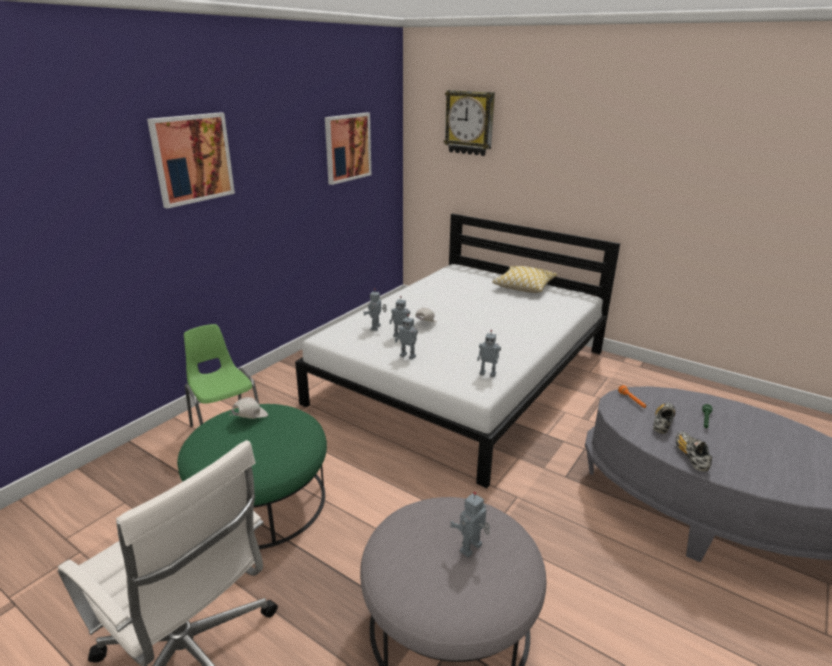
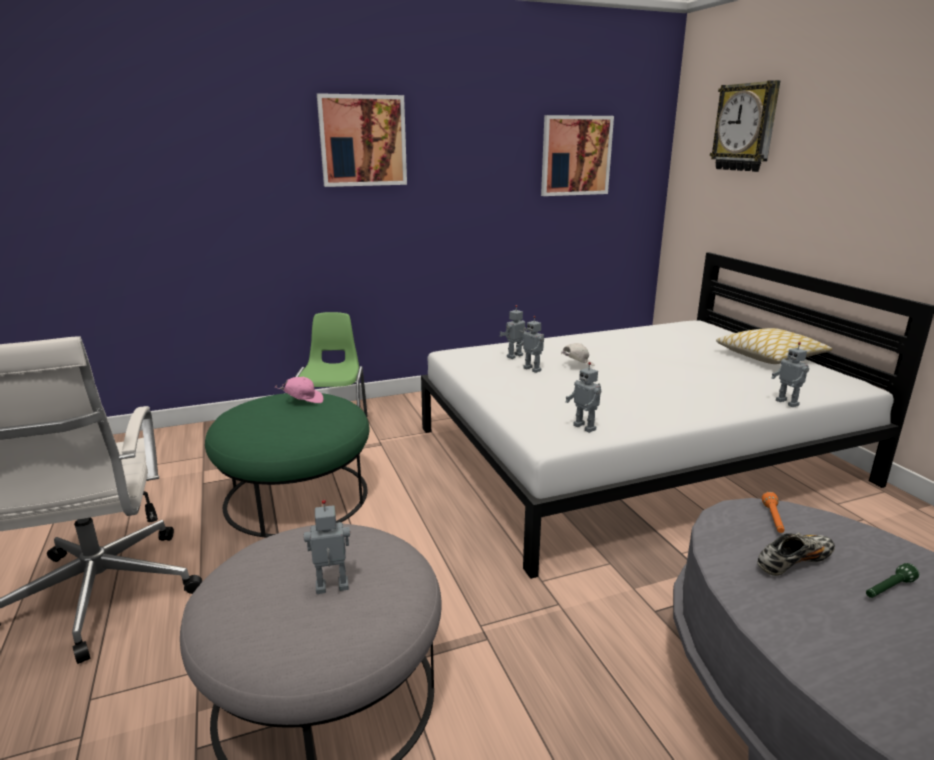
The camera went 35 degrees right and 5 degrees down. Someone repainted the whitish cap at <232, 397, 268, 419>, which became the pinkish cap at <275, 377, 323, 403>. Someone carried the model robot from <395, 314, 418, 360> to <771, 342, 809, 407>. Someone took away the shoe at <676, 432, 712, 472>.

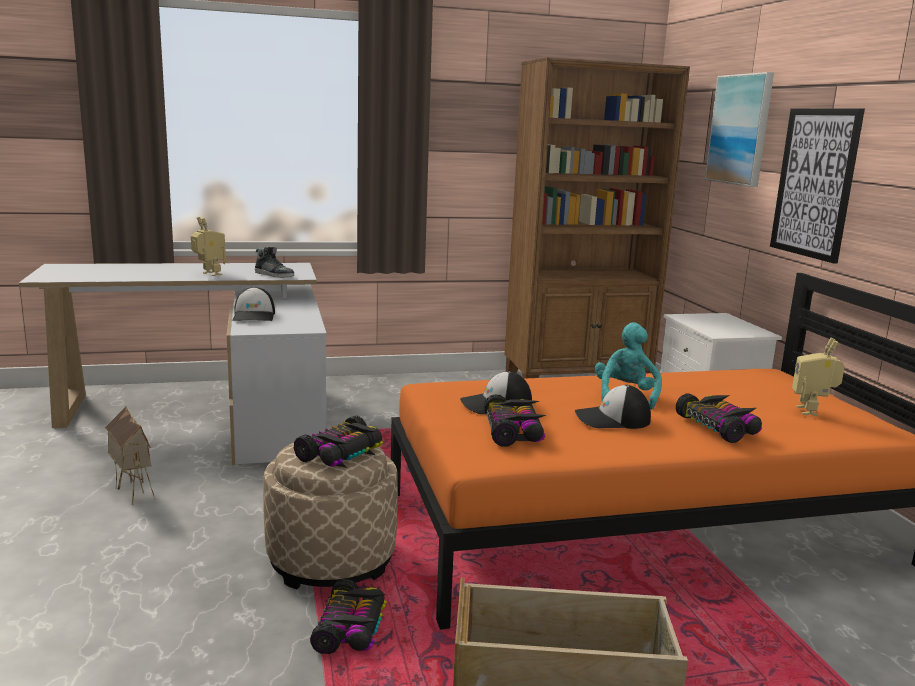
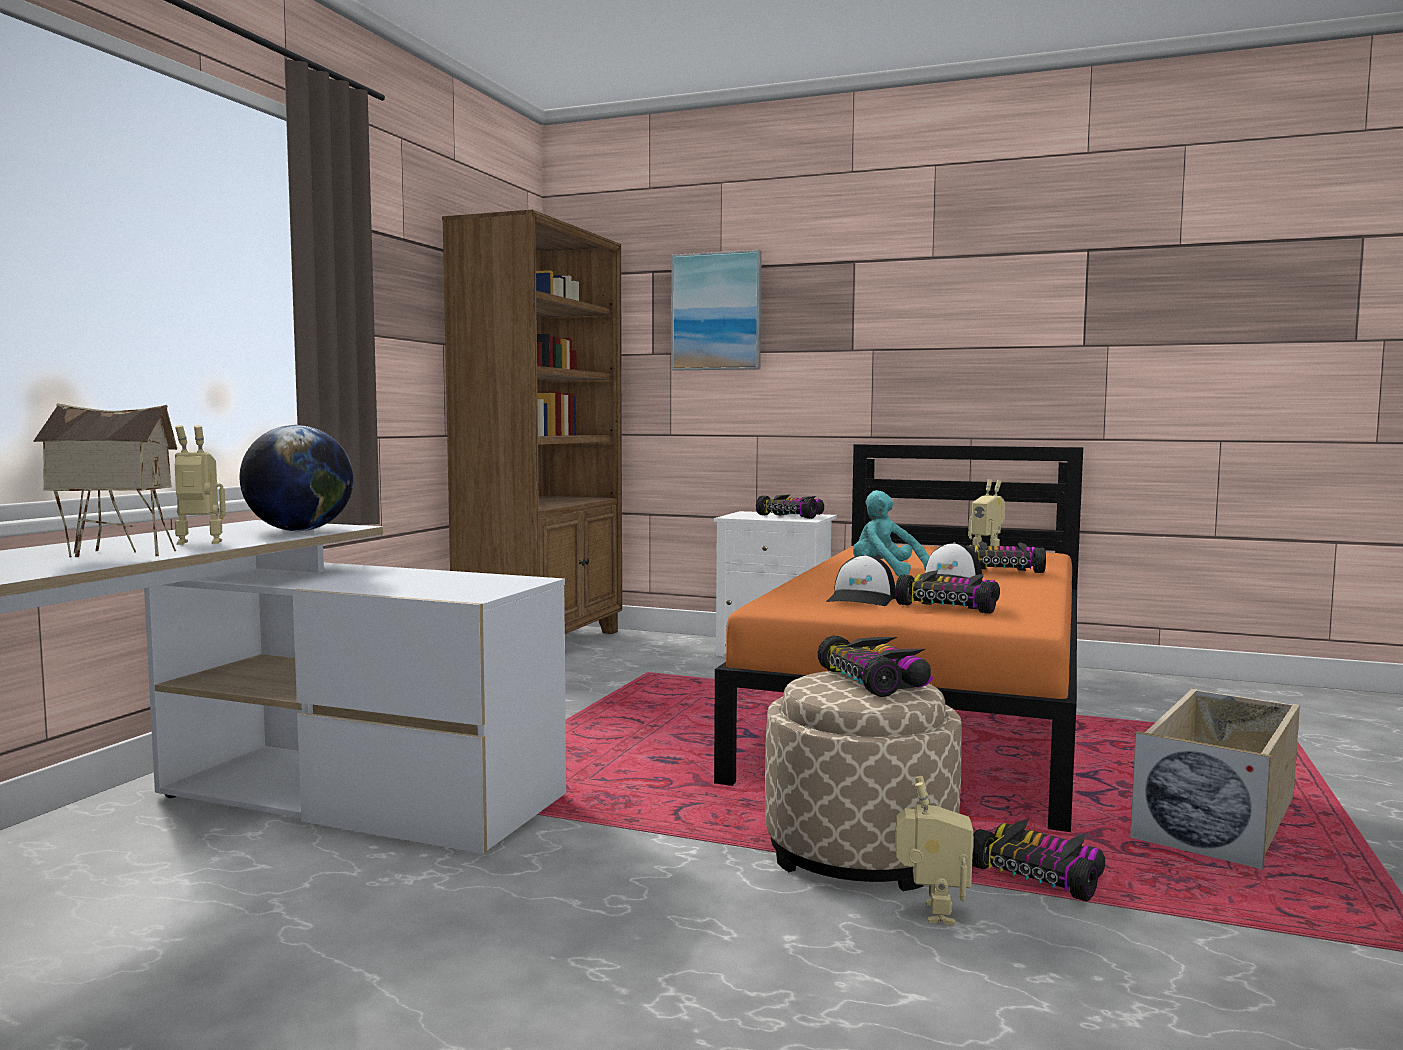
The camera went 55 degrees left and 10 degrees down. Someone carried the model house from <105, 405, 156, 505> to <33, 403, 177, 557>. Someone took away the cap at <233, 287, 275, 321>. Someone swapped the shoe at <255, 247, 294, 278> for the world globe at <240, 425, 354, 531>. Someone took away the picture at <770, 108, 865, 264>. Someone put down the model car at <756, 494, 824, 519>. Someone put down the model robot at <895, 776, 974, 925>.

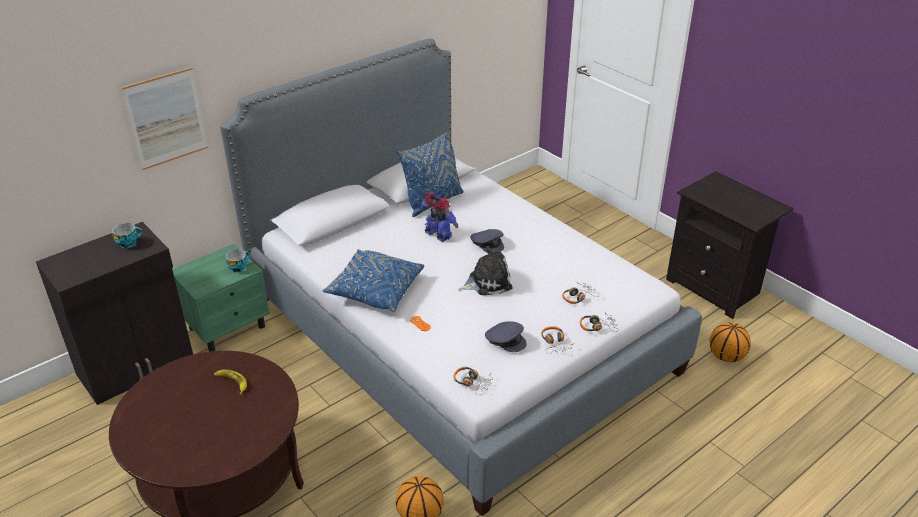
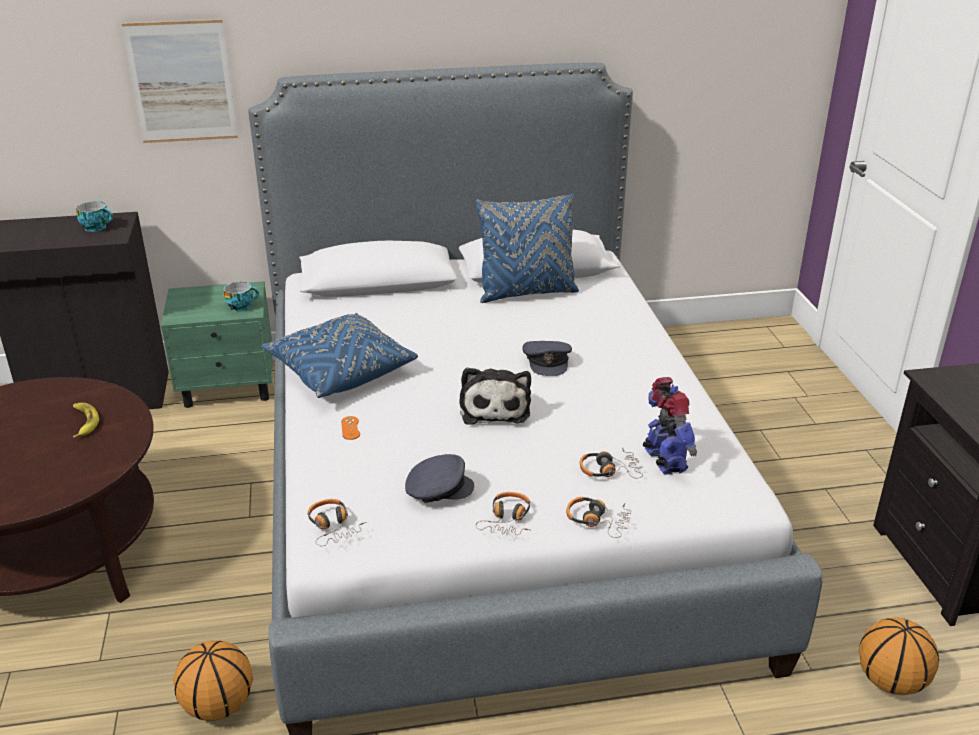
The camera went 30 degrees right and 5 degrees down. Someone carried the model robot from <421, 191, 458, 242> to <643, 377, 697, 475>. Someone rotated the soft toy at <458, 246, 513, 295> by 75 degrees clockwise. Someone rotated the grey cap at <485, 321, 527, 352> by 75 degrees counterclockwise.

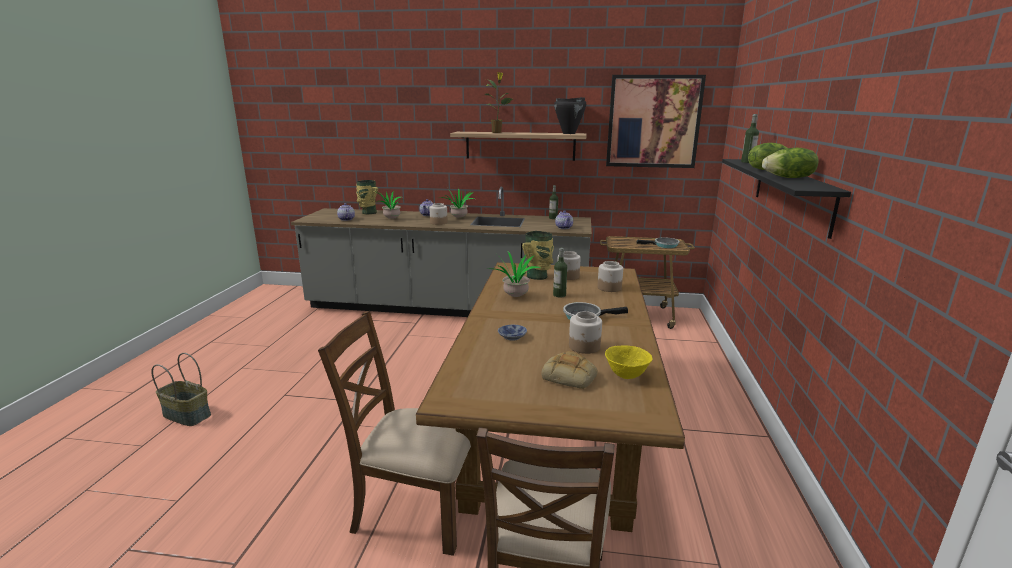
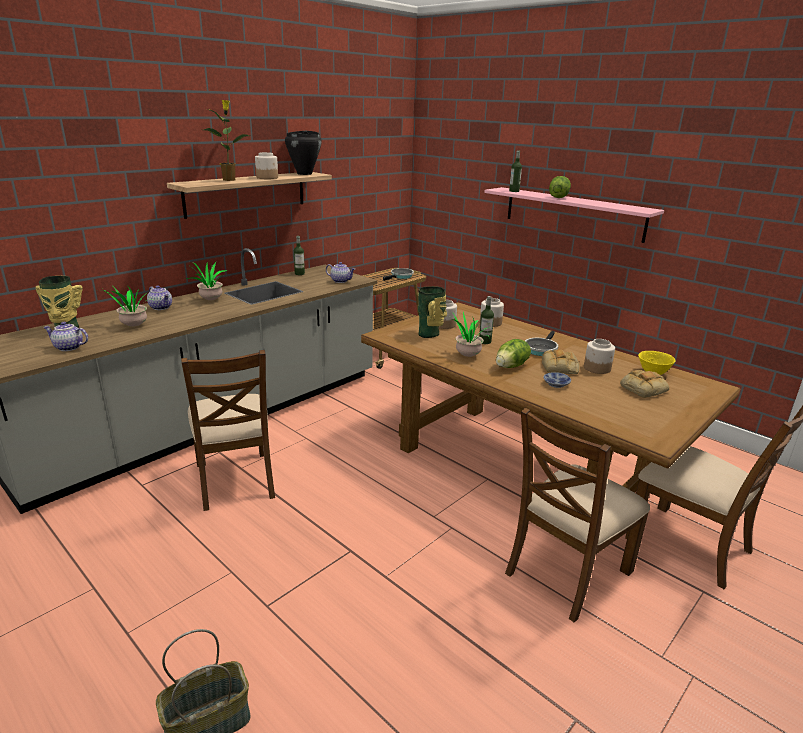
The camera went 55 degrees left and 5 degrees up. Someone carried the jar from <429, 203, 448, 225> to <255, 152, 278, 179>. Someone took away the picture at <606, 75, 706, 168>. Someone repainted the black bracket shelf at <722, 159, 851, 239>, which became the pinkish bracket shelf at <484, 187, 664, 243>. Someone carried the head of lettuce from <762, 148, 818, 178> to <496, 339, 531, 368>. Someone put down the brown plain chair at <181, 350, 275, 511>. Someone put down the baked bread at <542, 350, 580, 374>.

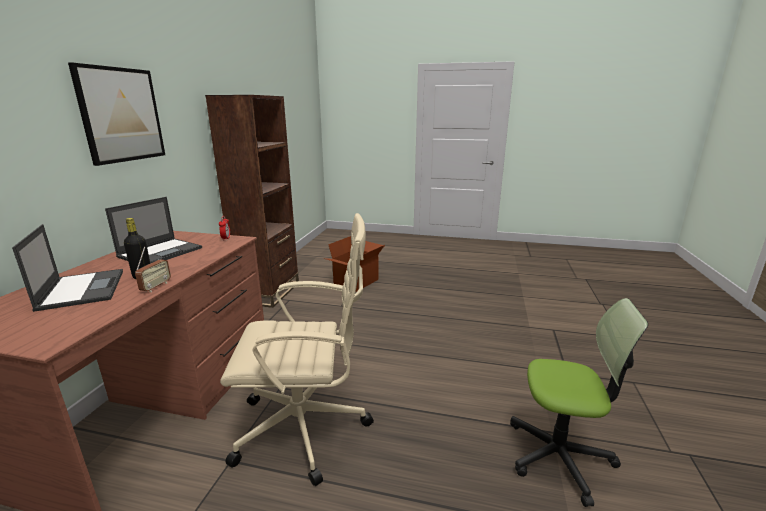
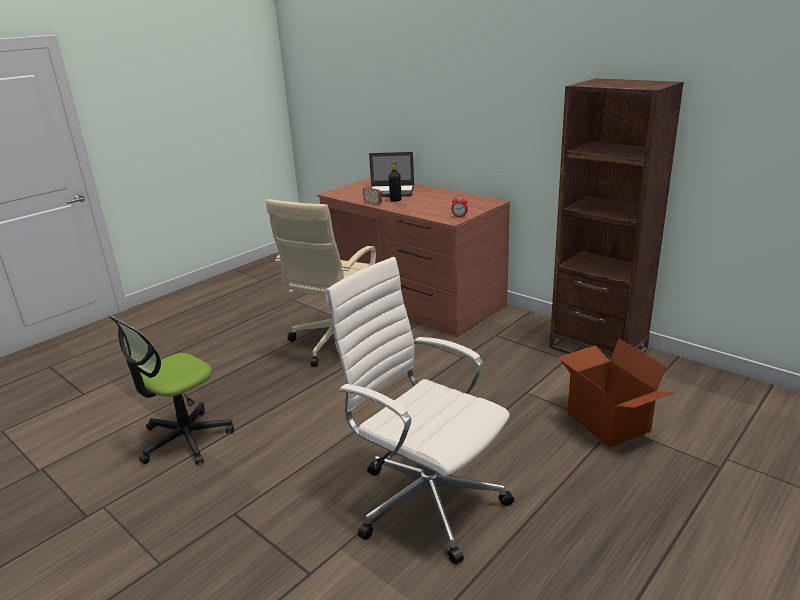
The camera went 120 degrees right and 5 degrees up. Someone took away the picture at <68, 63, 165, 166>. Someone took away the notebook computer at <105, 197, 202, 263>. Someone put down the whitish computer chair at <326, 257, 514, 565>.

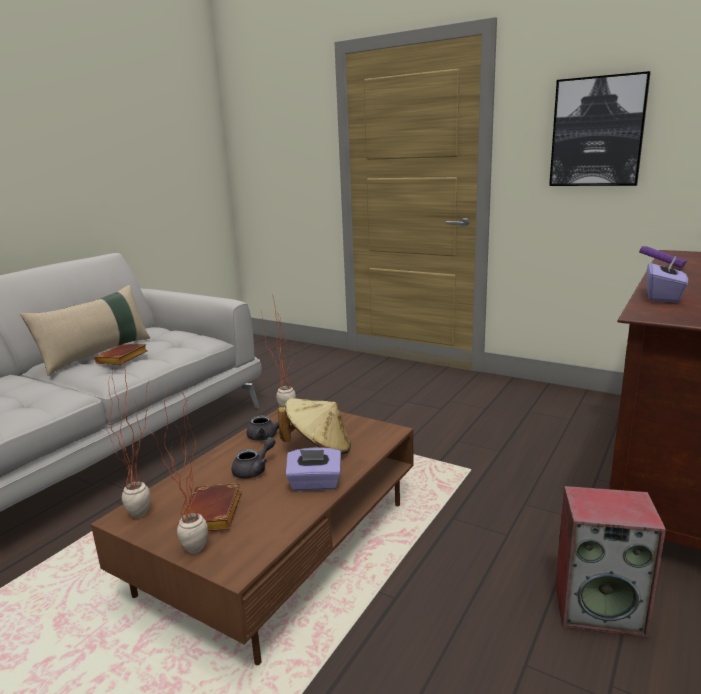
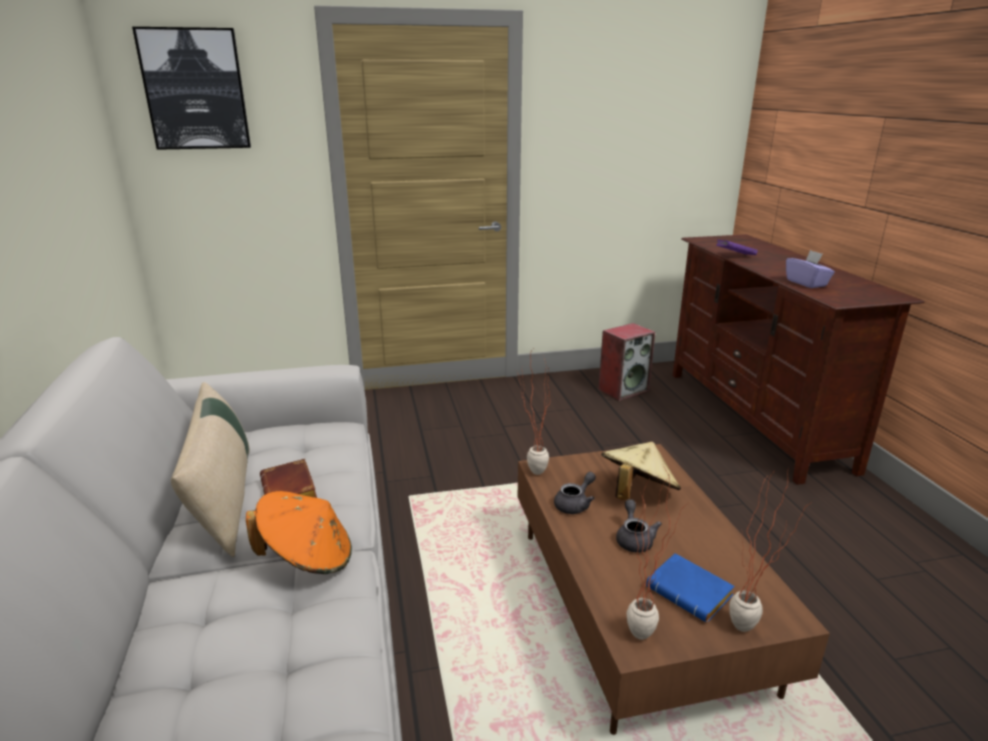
The camera went 45 degrees left and 5 degrees up. Someone repainted the brown volume at <181, 483, 242, 531>, which became the blue-coloured volume at <646, 553, 735, 623>. Someone took away the purple box of tissues at <285, 447, 341, 491>. Someone carried the picture from <549, 71, 651, 186> to <132, 27, 251, 150>. Someone carried the audio speaker from <555, 486, 666, 638> to <598, 323, 655, 401>. Someone put down the orange-coloured clothing hat at <246, 491, 352, 574>.

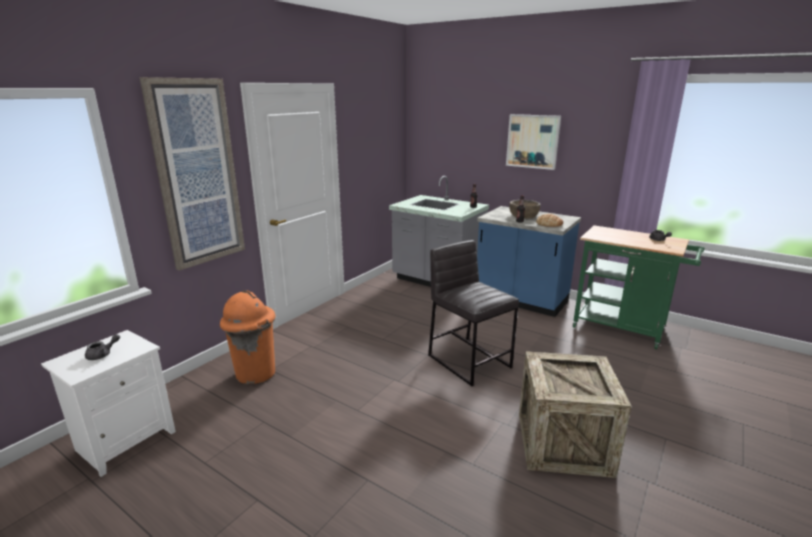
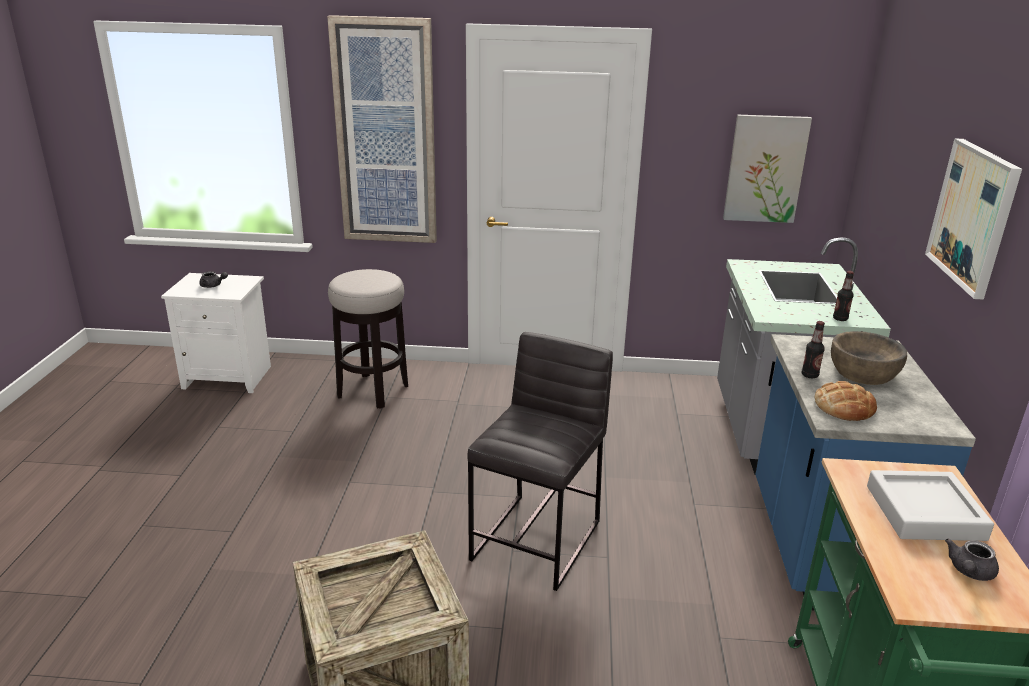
The camera went 60 degrees right and 5 degrees up. Someone swapped the orange-coloured trash can at <220, 290, 275, 384> for the stool at <328, 269, 408, 409>. Someone put up the picture at <723, 115, 812, 223>. Someone put down the grey tray at <867, 470, 994, 541>.

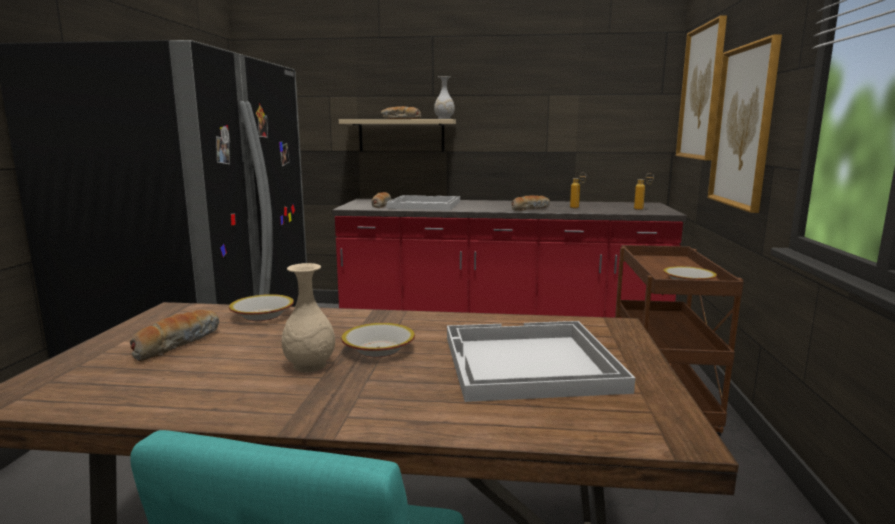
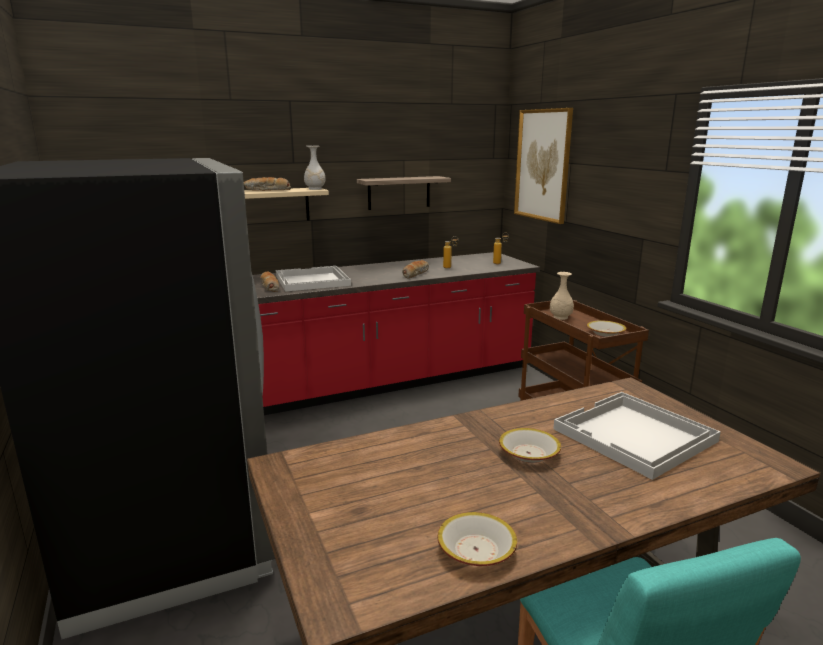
The camera went 30 degrees left and 5 degrees up. Someone took away the baked bread at <130, 310, 219, 362>. Someone carried the serving bowl from <229, 294, 294, 321> to <437, 512, 517, 566>. Someone carried the beige-coloured vase from <282, 263, 335, 372> to <550, 272, 574, 320>. Someone took away the picture at <708, 34, 782, 213>. Someone put up the bracket shelf at <357, 176, 451, 210>.

